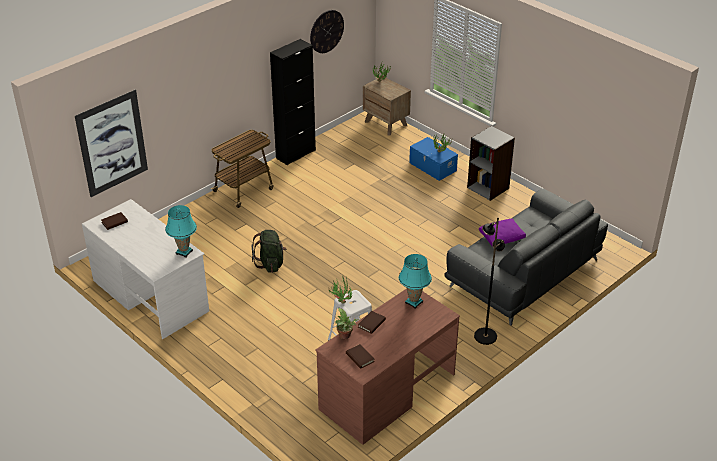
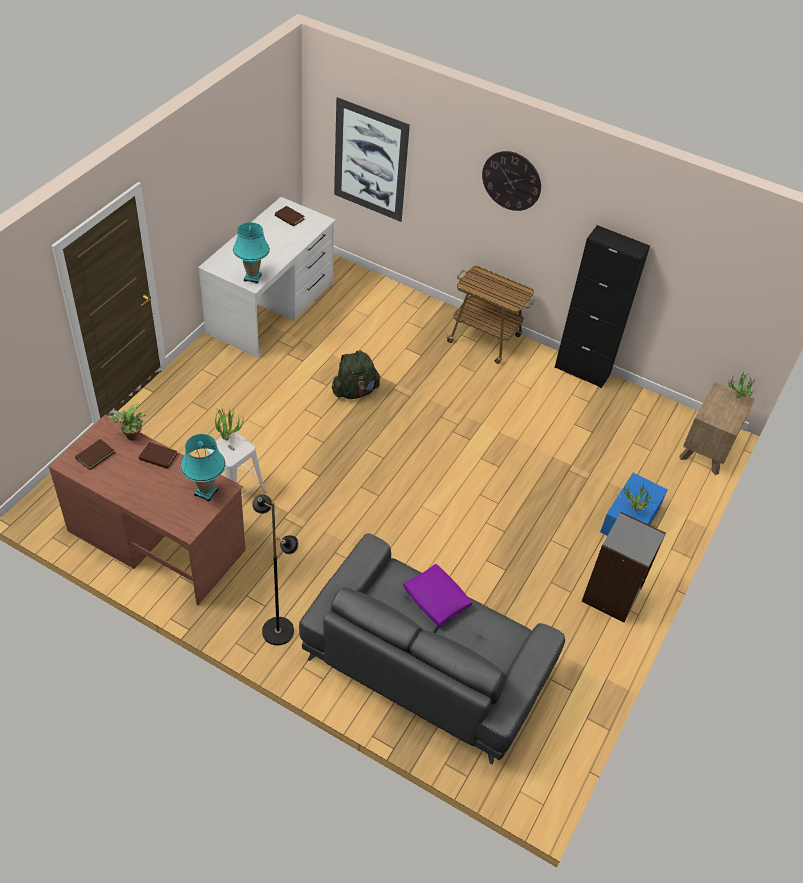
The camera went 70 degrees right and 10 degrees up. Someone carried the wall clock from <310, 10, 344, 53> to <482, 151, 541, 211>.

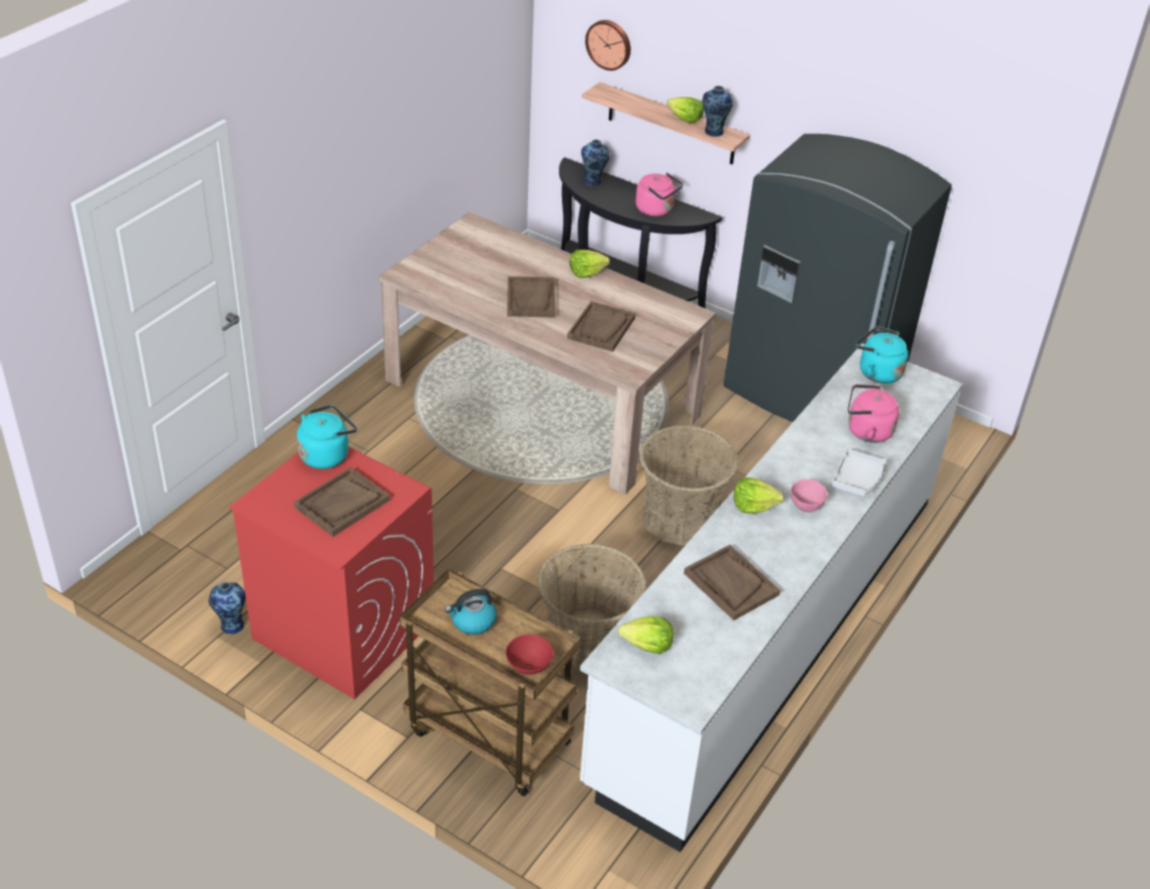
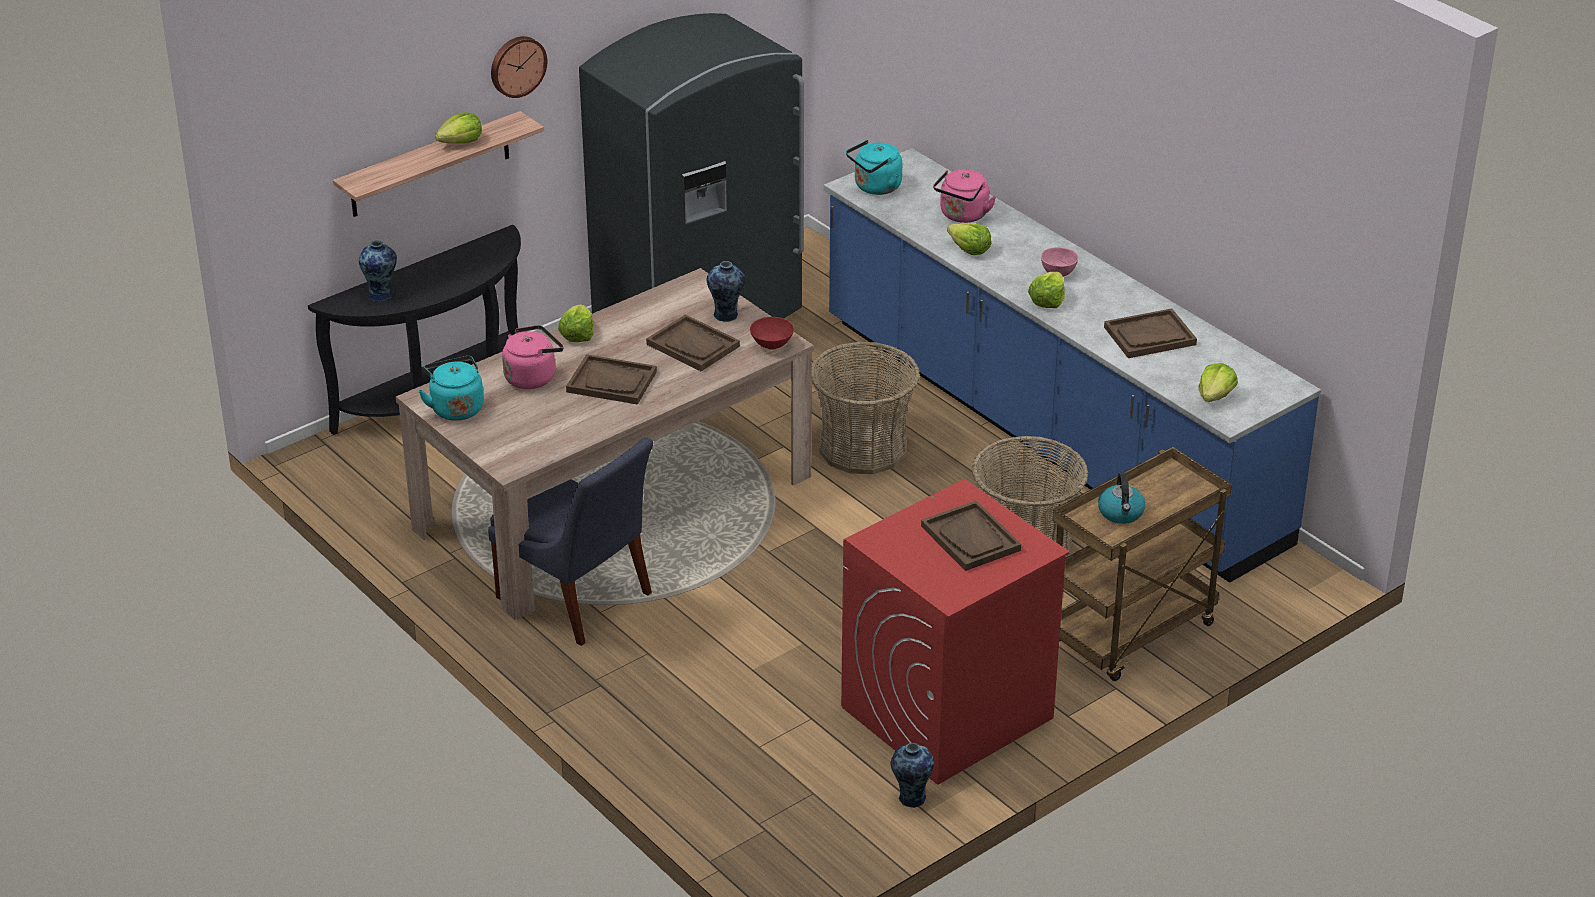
The camera went 70 degrees left and 5 degrees down. Someone carried the turquoise-coloured water kettle from <297, 405, 357, 469> to <418, 356, 484, 421>. Someone carried the red serving bowl from <506, 635, 554, 675> to <750, 317, 794, 350>. Someone repainted the whitish kitchen counter at <580, 344, 963, 852>, which became the blue-coloured kitchen counter at <824, 148, 1321, 583>. Someone carried the wall clock from <585, 20, 631, 71> to <491, 36, 547, 98>. Someone carried the pinkish water kettle from <636, 173, 683, 216> to <502, 325, 564, 389>. Someone carried the vase from <702, 86, 733, 137> to <707, 261, 745, 322>. Someone took away the grey tray at <831, 449, 887, 496>. Someone put down the blue-coloured plain chair at <488, 438, 653, 646>. Someone put down the head of lettuce at <947, 223, 991, 255>.

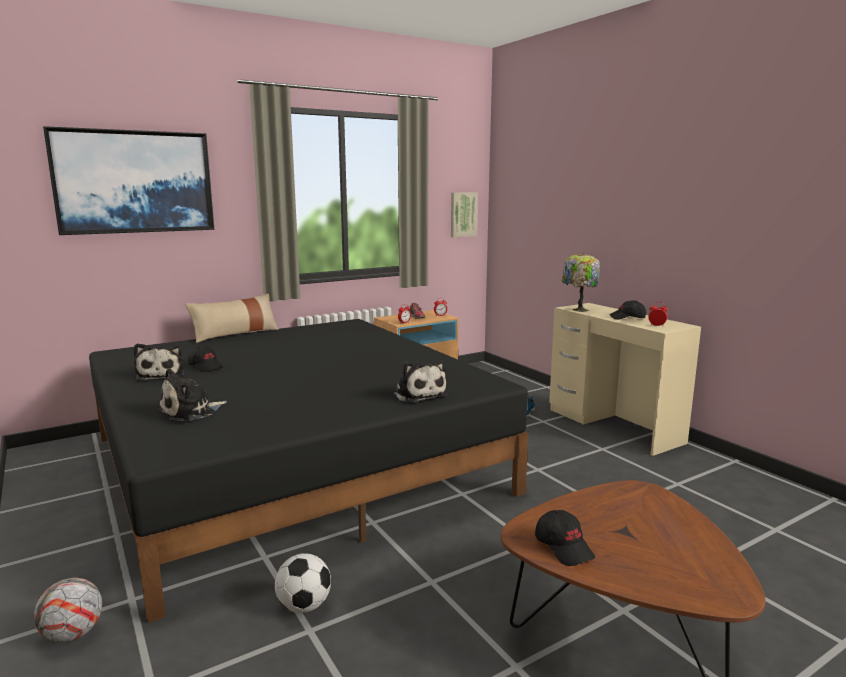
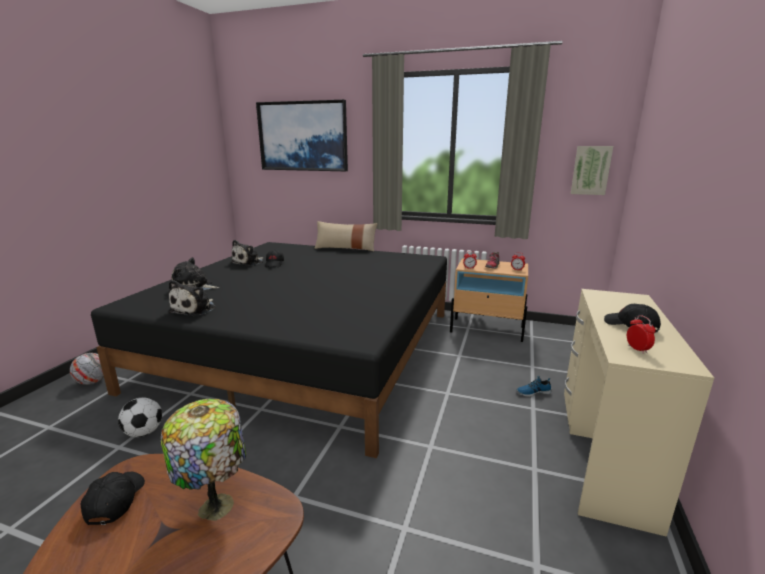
The camera went 50 degrees right and 5 degrees up. Someone carried the soft toy from <393, 360, 447, 403> to <168, 280, 216, 316>. Someone rotated the black cap at <535, 510, 595, 566> by 150 degrees clockwise. Someone carried the table lamp from <562, 253, 600, 312> to <161, 399, 246, 521>.

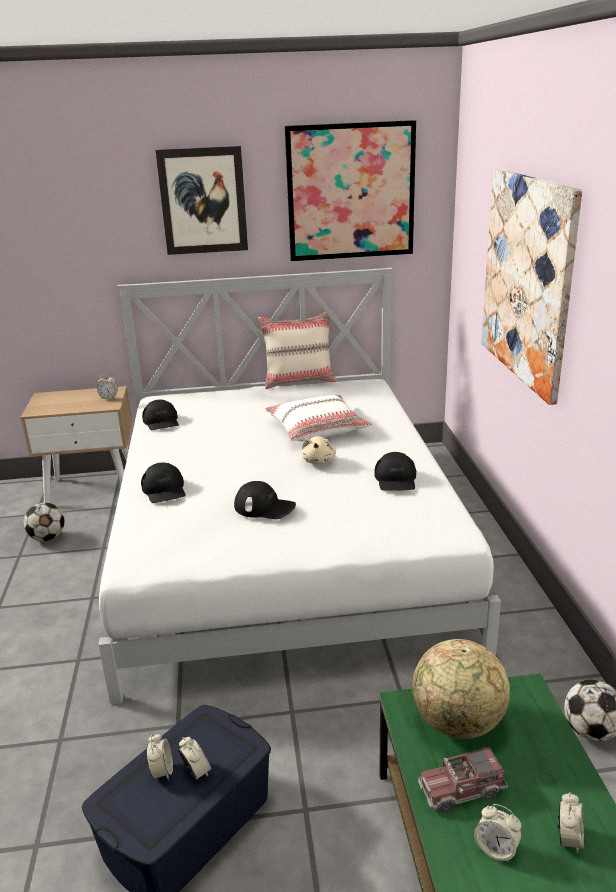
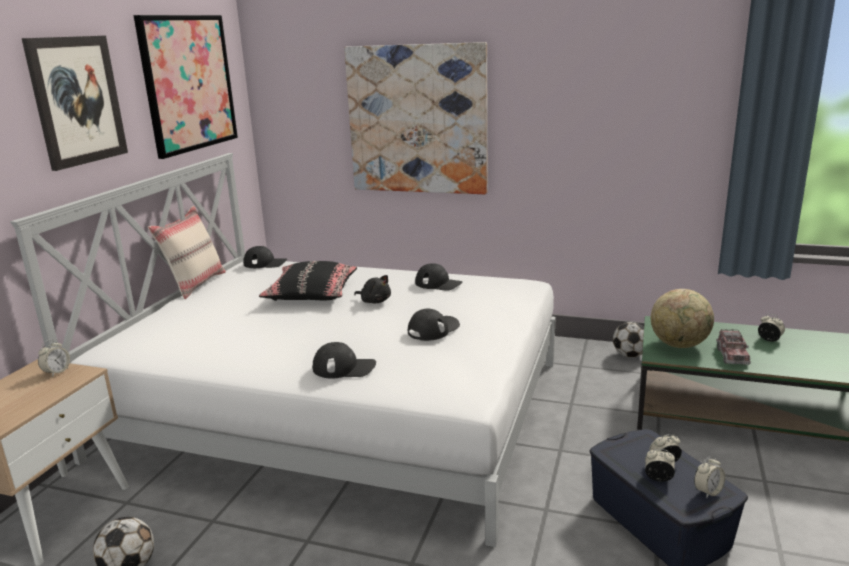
The camera went 65 degrees left and 5 degrees down. Someone carried the black cap from <142, 400, 179, 430> to <243, 246, 287, 268>. Someone repainted the whitish cushion at <265, 395, 372, 441>, which became the black cushion at <259, 261, 357, 301>. Someone repainted the beige-coloured soft toy at <302, 436, 336, 464>, which became the black soft toy at <354, 275, 391, 303>. Someone carried the alarm clock from <474, 804, 522, 862> to <694, 456, 725, 498>.

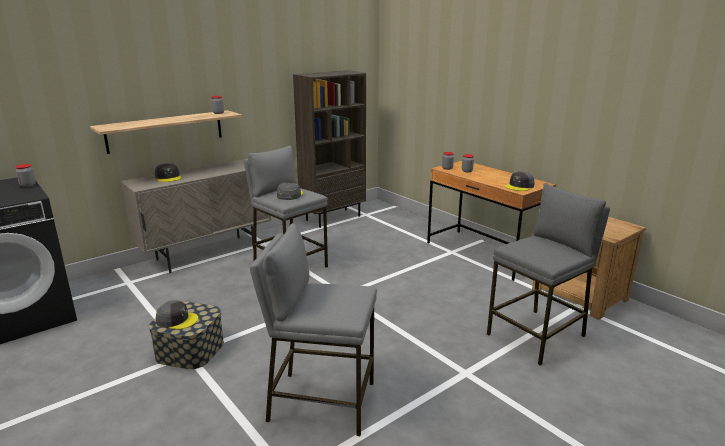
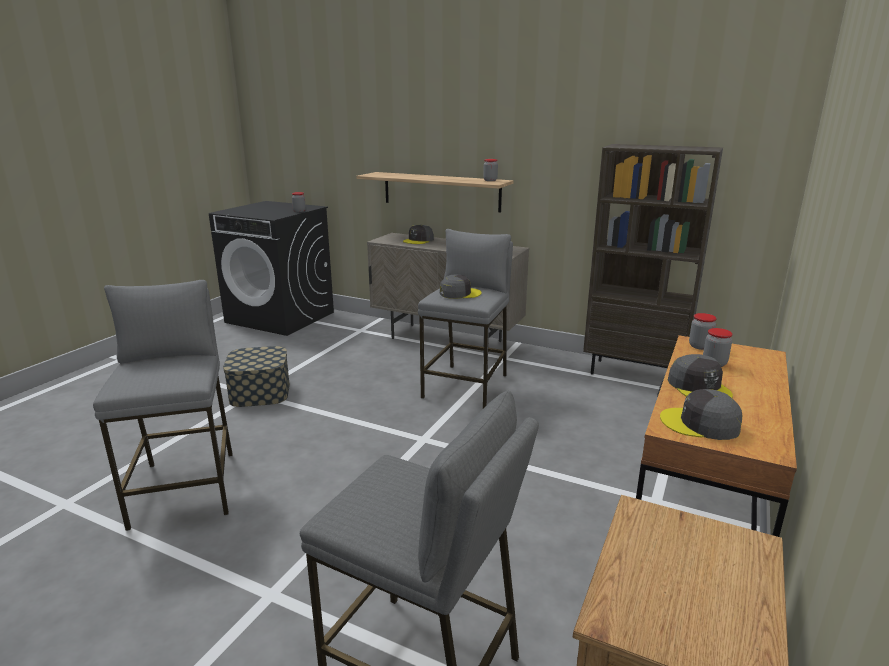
The camera went 65 degrees right and 0 degrees up. Someone carried the grey cap from <156, 300, 198, 329> to <668, 354, 733, 398>.

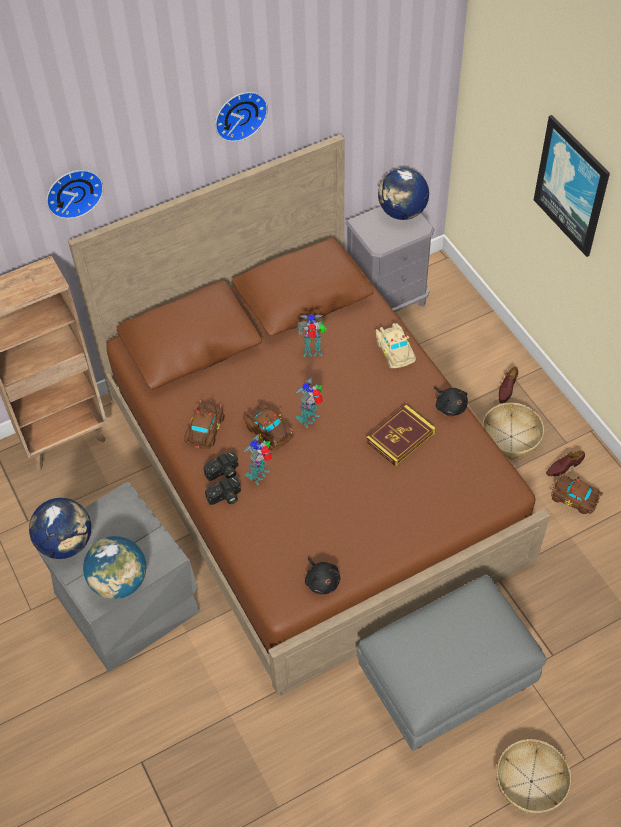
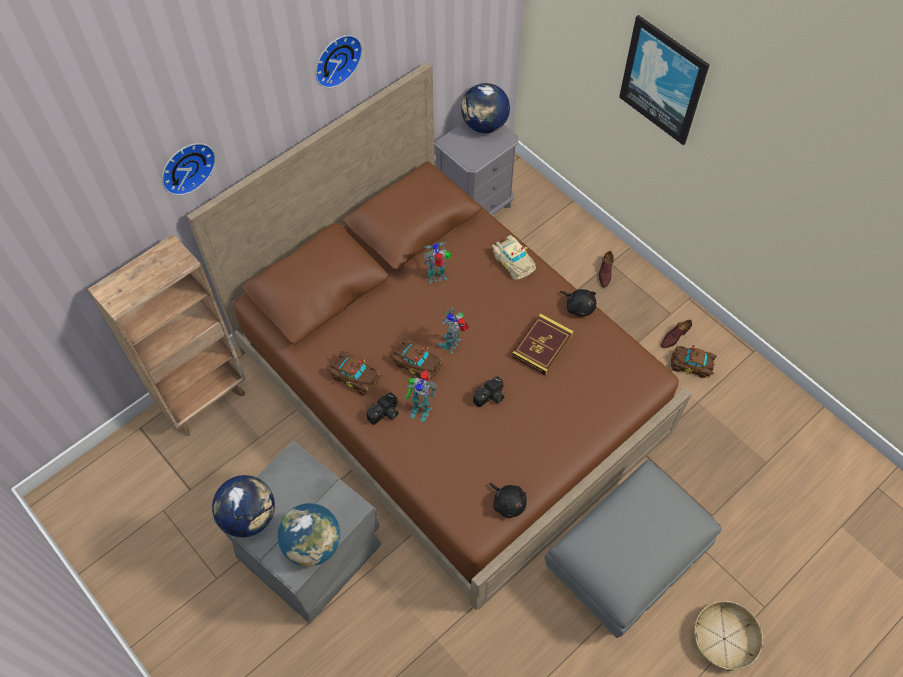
The camera went 15 degrees left and 5 degrees up. Someone rotated the brown model car at <184, 400, 225, 449> by 120 degrees clockwise. Someone carried the still camera from <205, 477, 241, 505> to <473, 376, 504, 407>. Someone rotated the model robot at <244, 434, 272, 485> by 90 degrees counterclockwise. Someone took away the basket at <482, 403, 544, 460>.

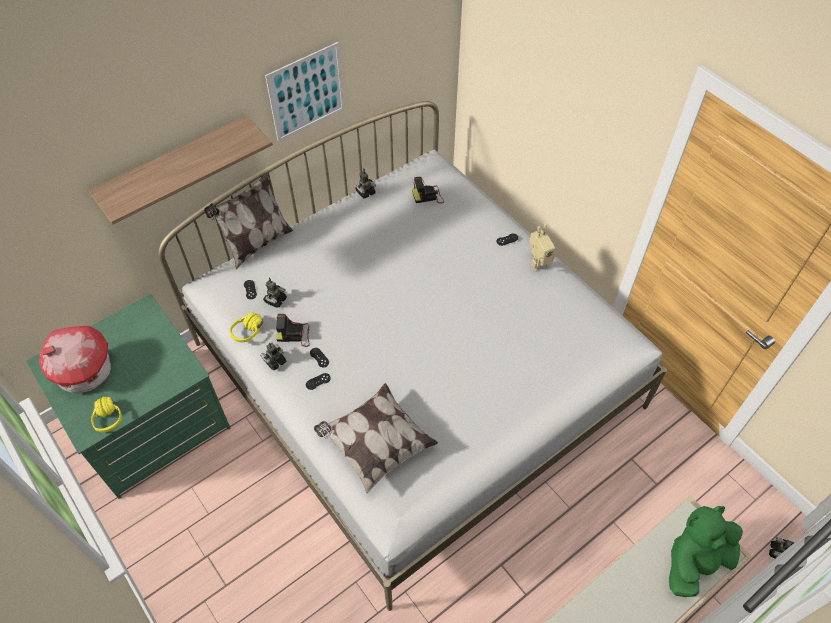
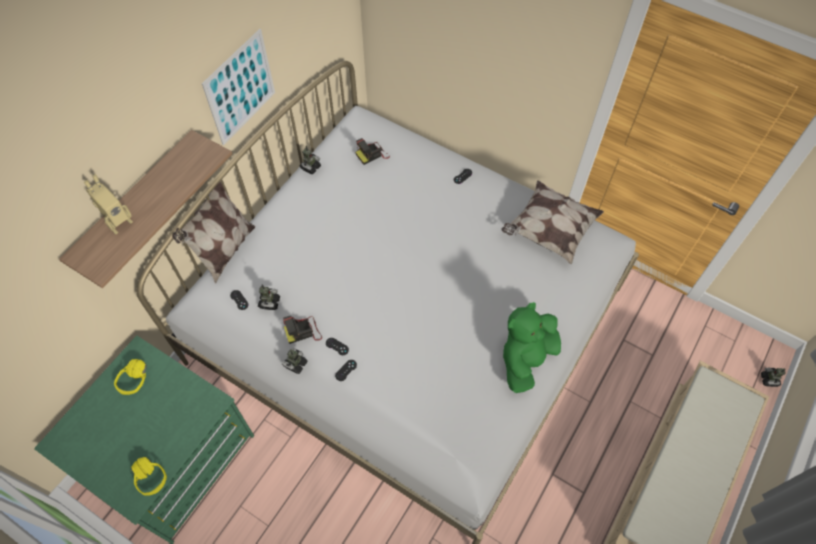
The camera went 20 degrees left and 5 degrees up. Someone took away the model house at <39, 326, 111, 393>. Someone carried the yellow headphones from <229, 312, 263, 342> to <114, 359, 147, 395>. Someone carried the cushion from <314, 383, 438, 494> to <501, 180, 604, 265>. Someone carried the model robot from <530, 224, 555, 272> to <84, 175, 133, 234>. Someone carried the green soft toy from <669, 506, 743, 597> to <503, 302, 561, 393>.

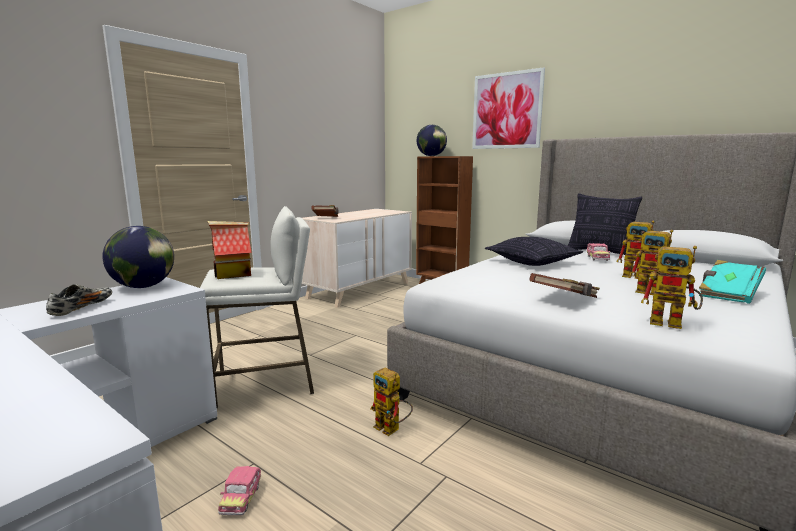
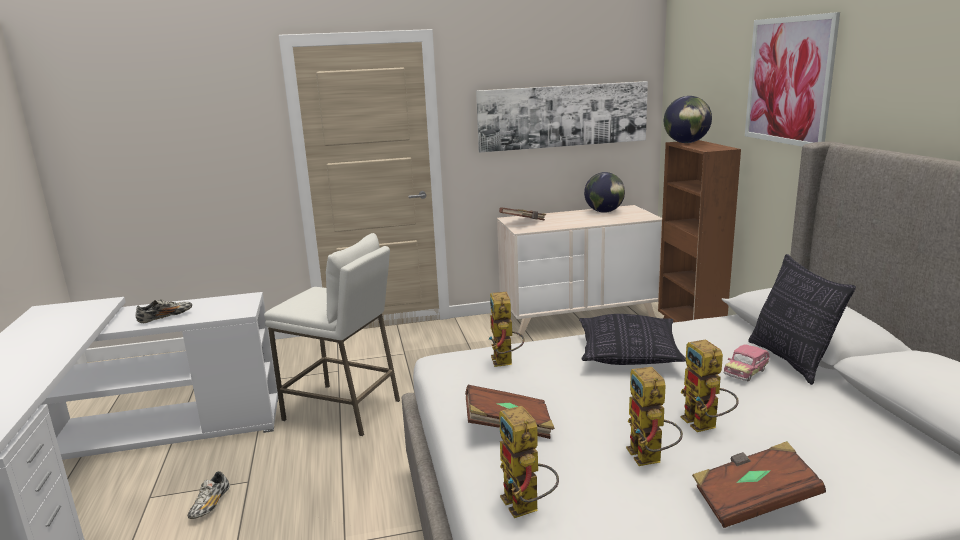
The camera went 40 degrees right and 5 degrees up. Someone carried the world globe from <102, 226, 174, 288> to <584, 172, 625, 213>. Someone took away the model house at <207, 221, 252, 279>. Someone swapped the model car at <218, 466, 261, 515> for the shoe at <188, 471, 230, 519>. Someone carried the model robot from <370, 367, 413, 436> to <488, 292, 524, 367>. Someone repainted the turquoise-coloured volume at <699, 260, 766, 304>, which became the brown volume at <692, 441, 826, 528>. Someone put up the picture at <476, 81, 648, 152>.

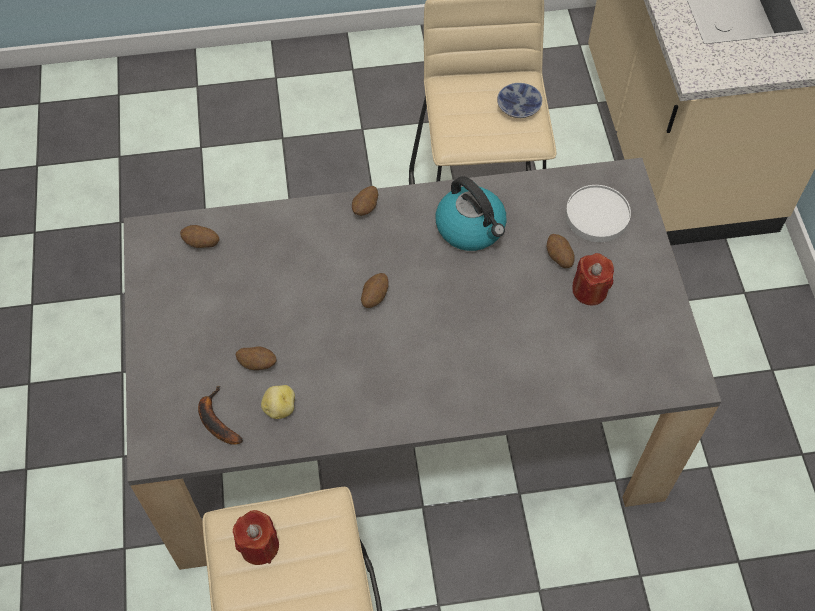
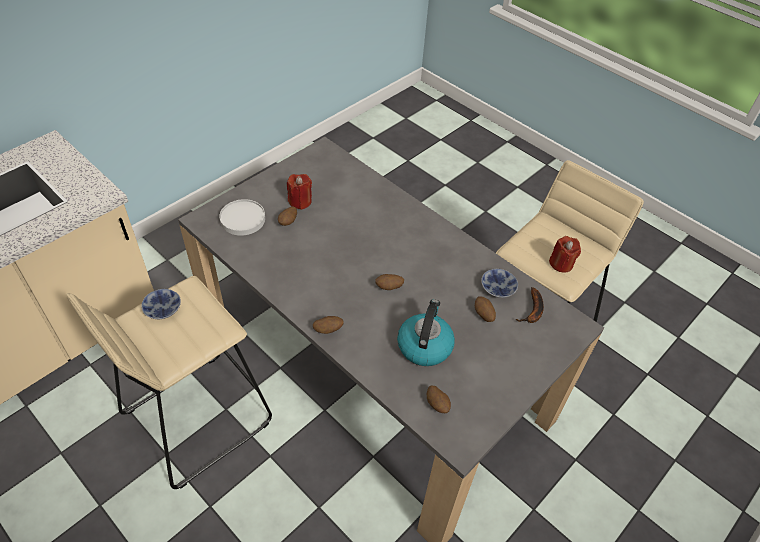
The camera went 130 degrees left and 10 degrees down. Someone swapped the whole potato at <261, 385, 295, 419> for the serving bowl at <481, 269, 518, 298>. Someone carried the water kettle from <436, 176, 507, 251> to <397, 299, 455, 366>.

